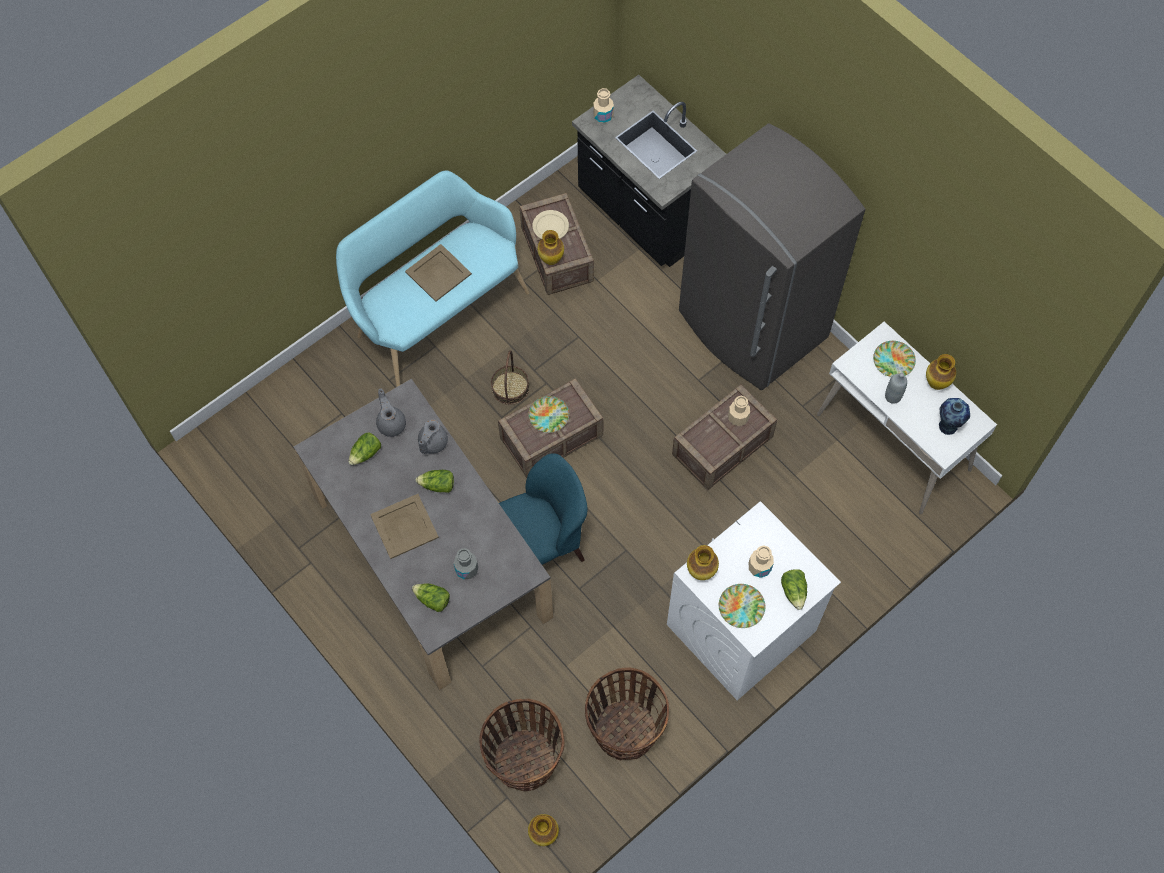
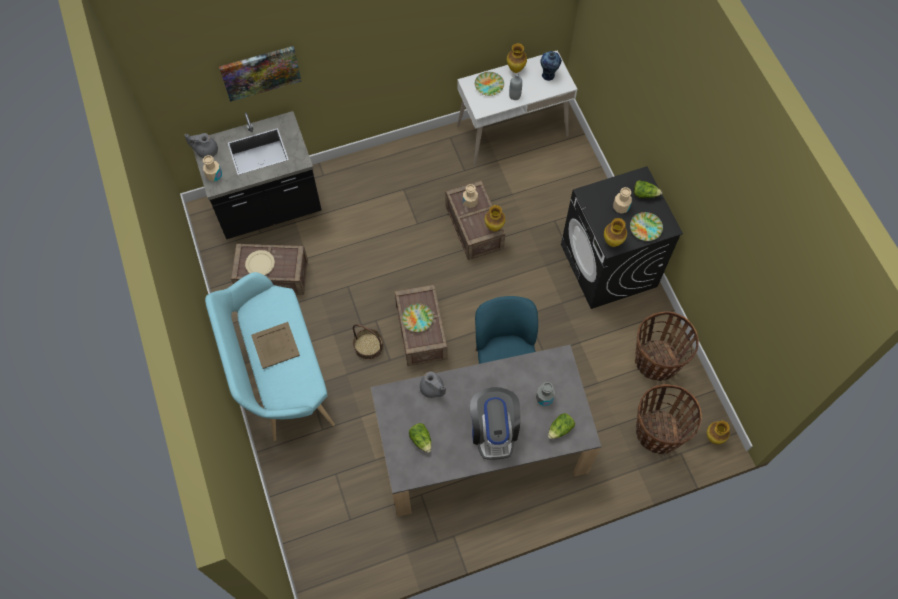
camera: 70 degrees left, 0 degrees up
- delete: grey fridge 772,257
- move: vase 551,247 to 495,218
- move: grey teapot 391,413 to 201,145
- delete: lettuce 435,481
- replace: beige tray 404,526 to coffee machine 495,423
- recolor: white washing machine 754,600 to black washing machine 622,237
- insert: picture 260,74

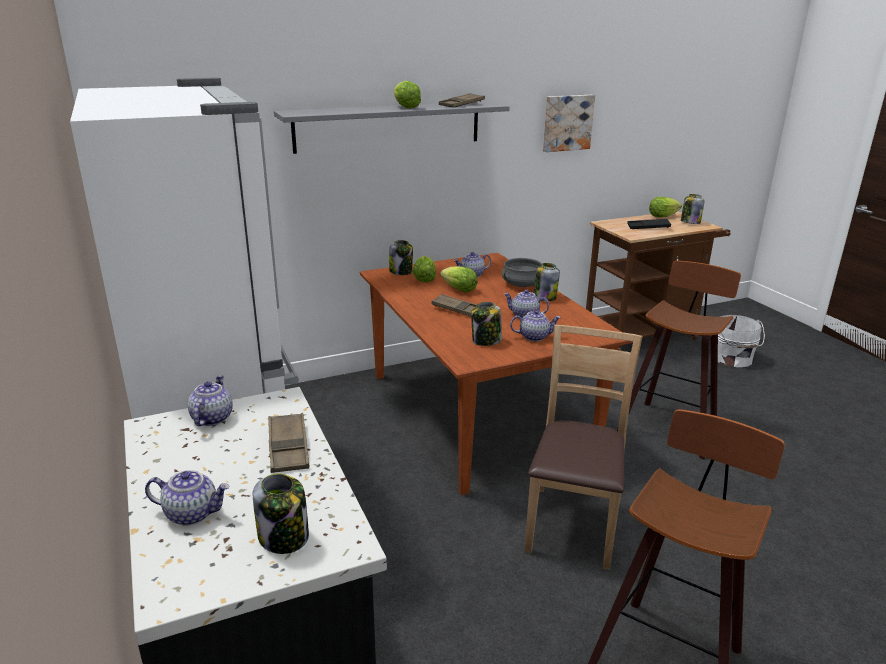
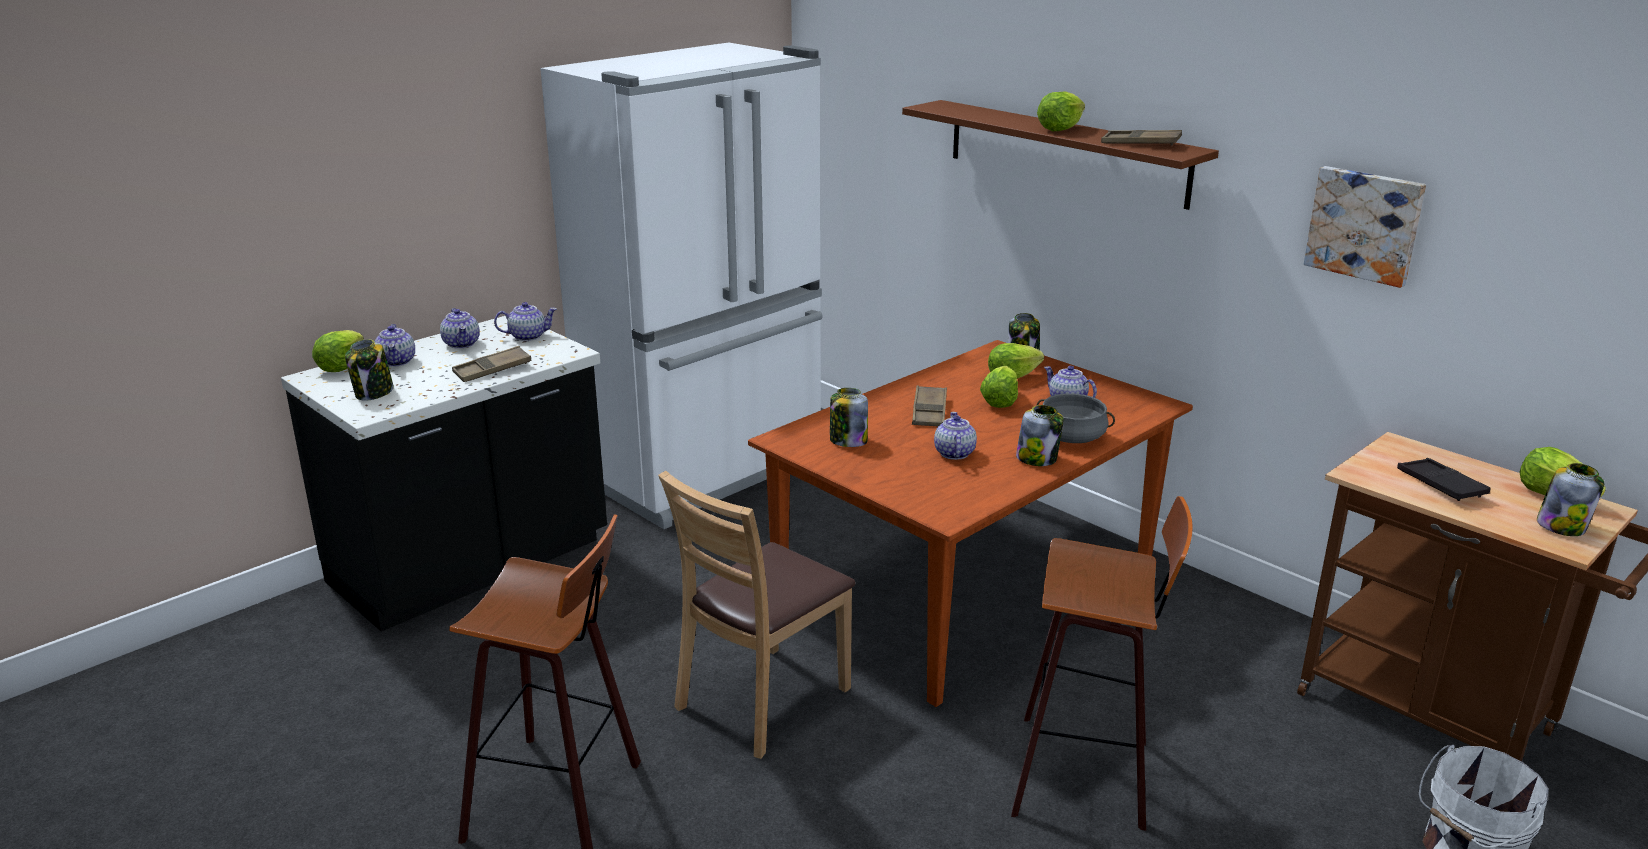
camera: 70 degrees right, 0 degrees up
- recolor: grey shelf 392,127 to brown shelf 1060,155
- move: teapot 535,326 to 460,328
- rotate: brown chair 583,447 = 757,615 135 degrees clockwise
- insert: lettuce 338,351

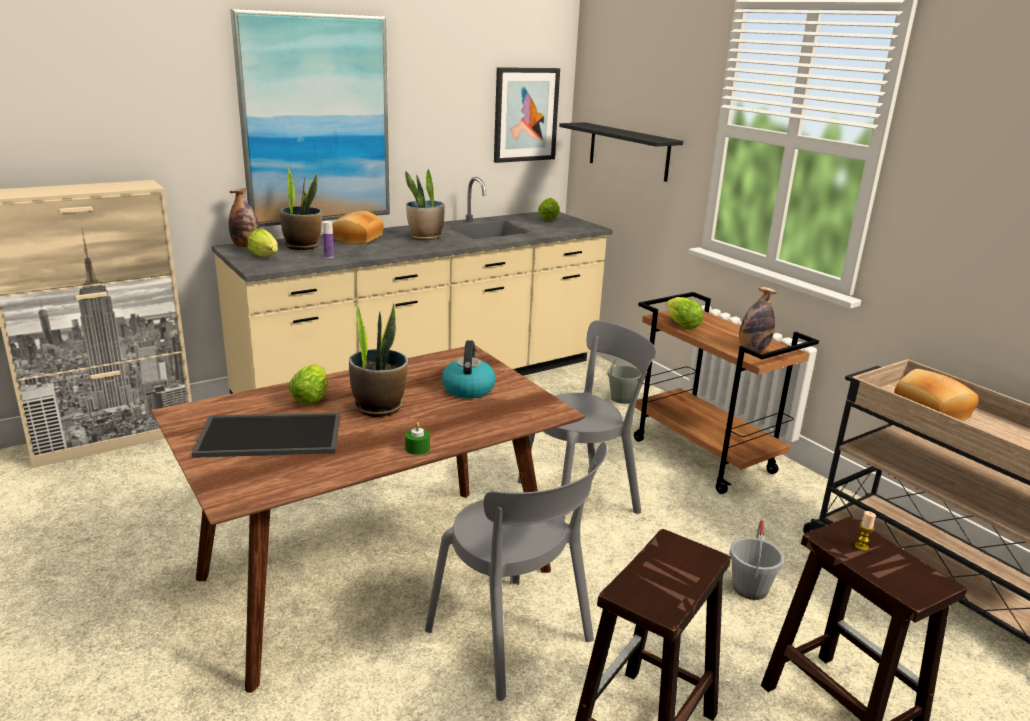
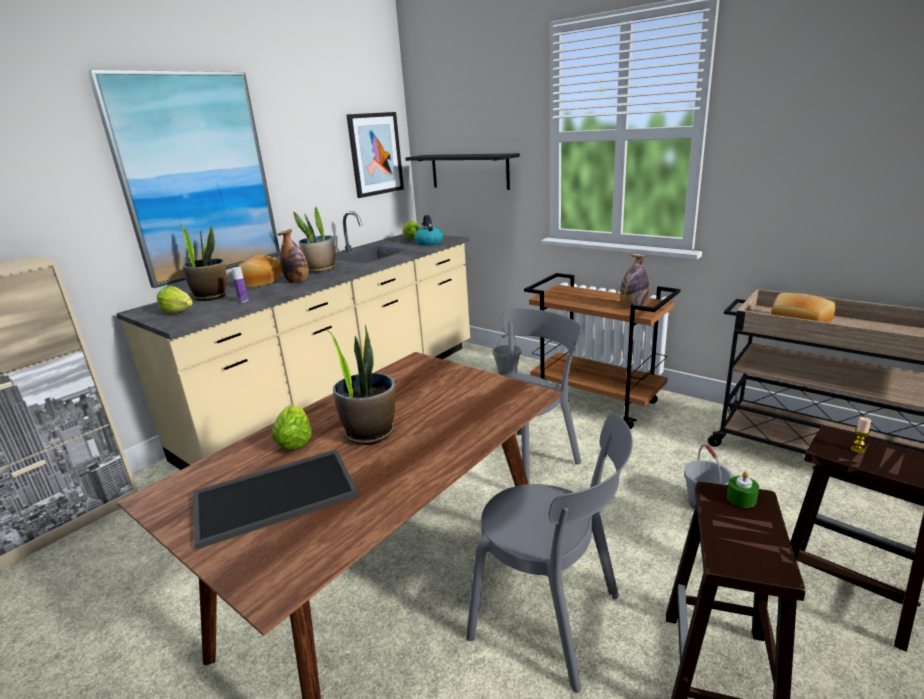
camera: 15 degrees left, 0 degrees up
- move: bottle 244,218 to 293,256
- delete: lettuce 684,313
- move: kettle 469,369 to 428,230
- move: green candle 417,438 to 743,489

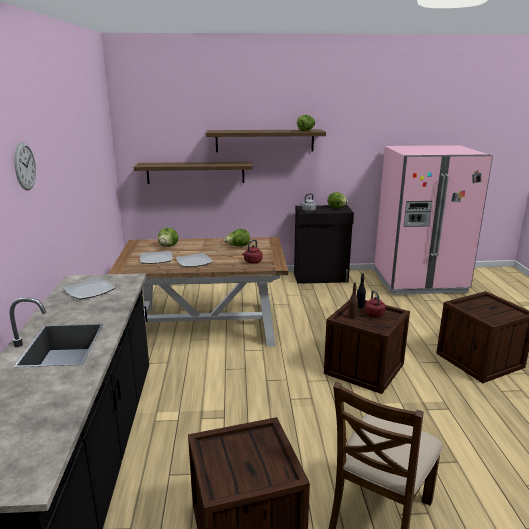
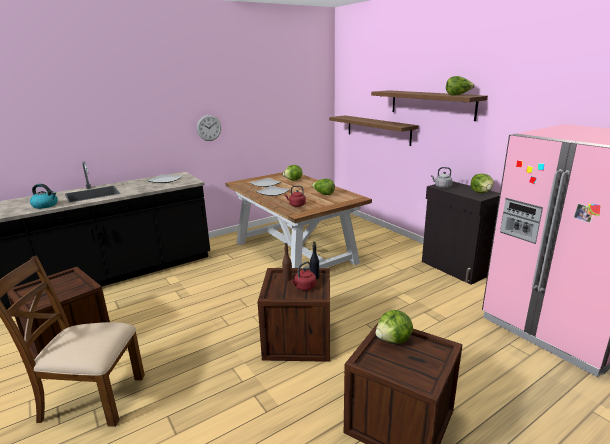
camera: 60 degrees right, 0 degrees up
- move: wall clock 25,166 to 209,128
- insert: kettle 44,196
- insert: lettuce 394,326

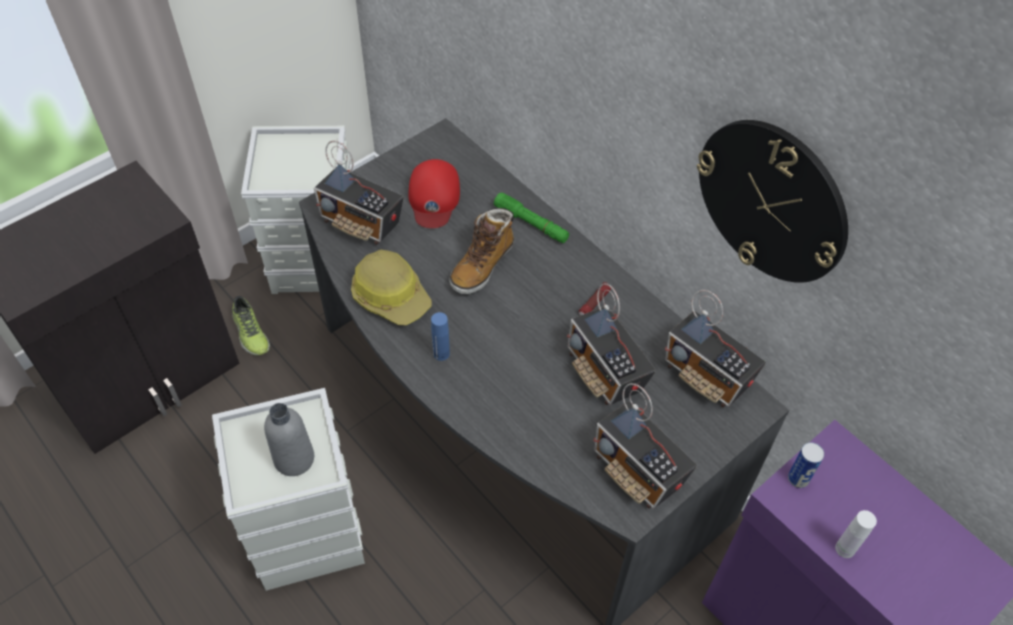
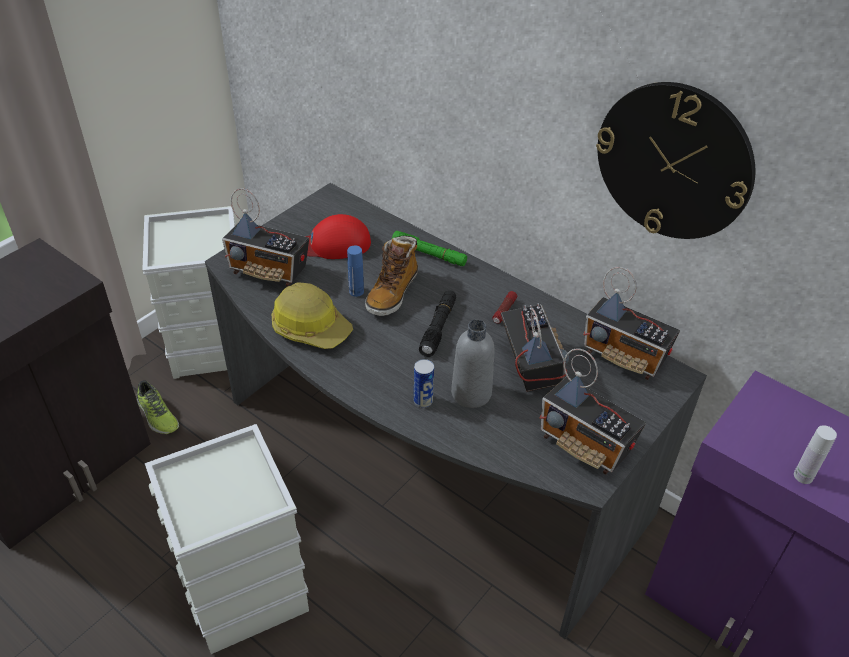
camera: 10 degrees left, 10 degrees down
- rotate: red cap 434,193 = 338,236 90 degrees clockwise
- rotate: radio 611,344 = 535,347 150 degrees counterclockwise
- move: blue bottle 440,336 to 355,271
- move: grey bottle 289,439 to 472,364
- move: can 806,465 to 424,383
- insert: black flashlight 437,323

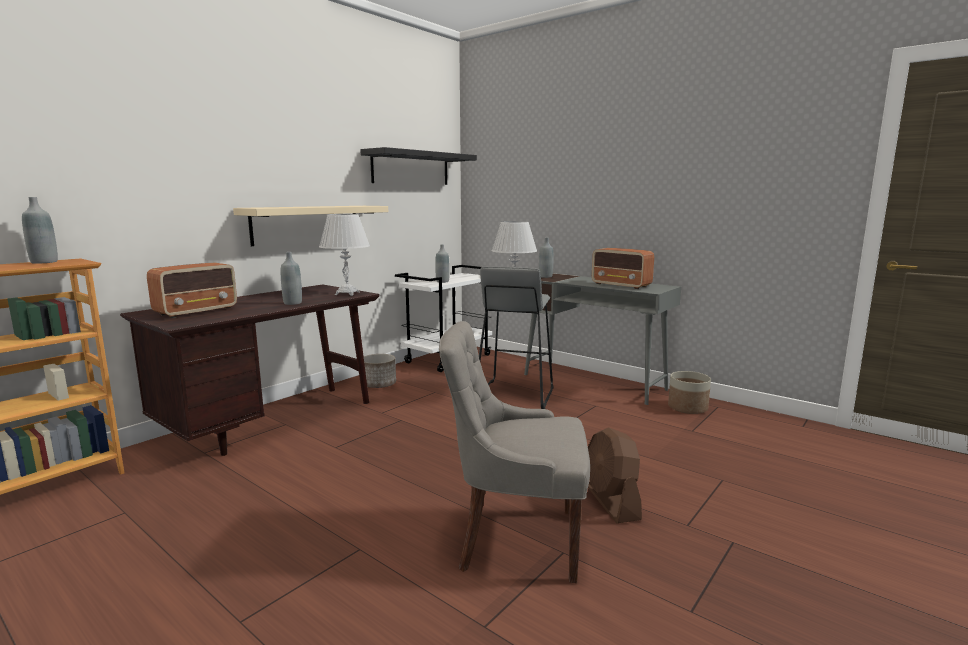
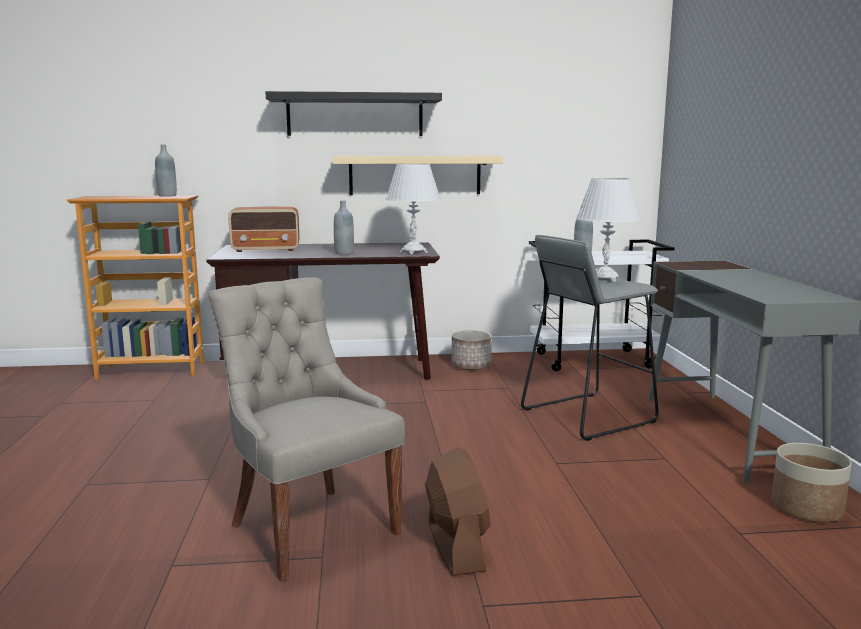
camera: 45 degrees right, 0 degrees up
- move: black shelf 418,166 to 354,113
- delete: grey bottle 546,257
- delete: radio 623,268
- rotate: brown fan 615,475 = 458,511 135 degrees clockwise

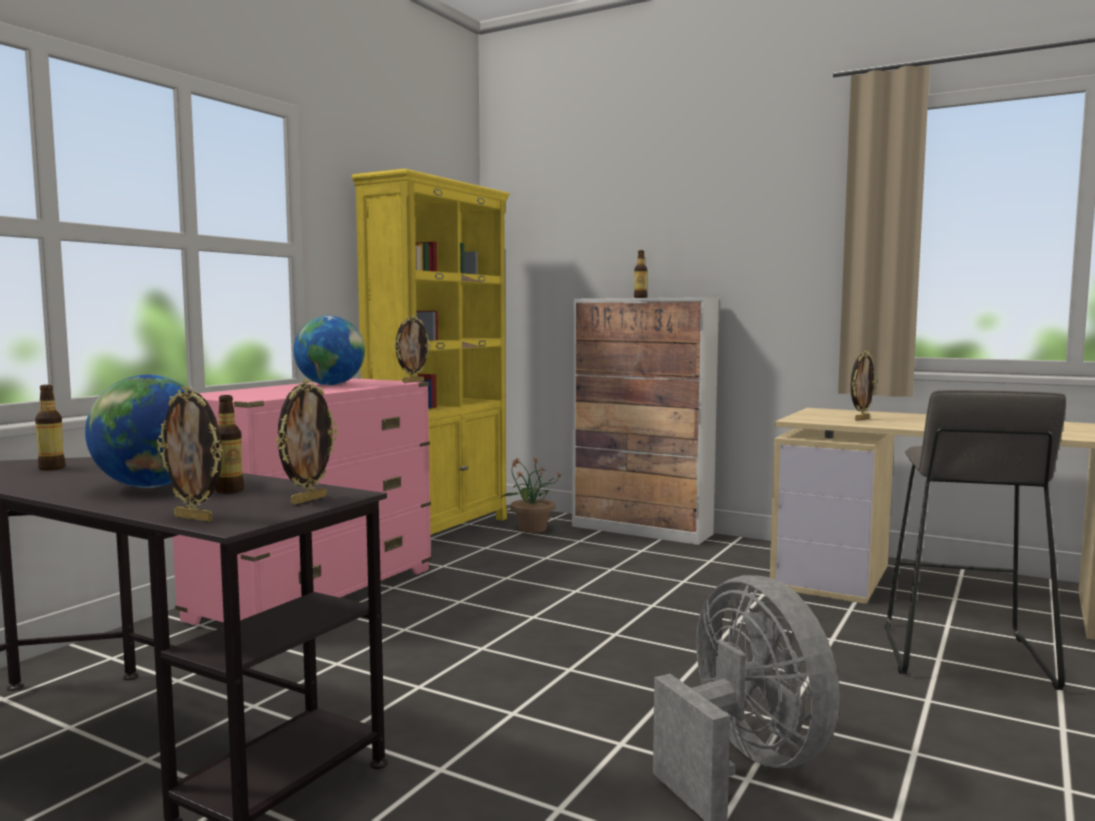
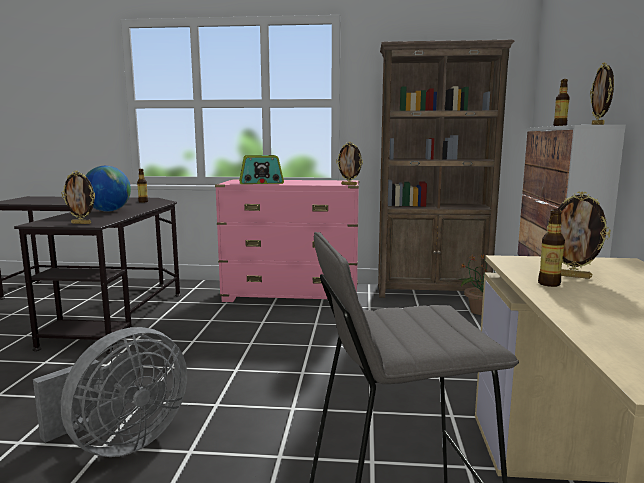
camera: 65 degrees right, 5 degrees up
- recolor: yellow bookcase 431,352 to brown bookcase 446,169
- delete: globe 329,350
- move: picture frame 190,454 to 602,93
- move: bottle 229,444 to 551,248
- insert: radio 261,169

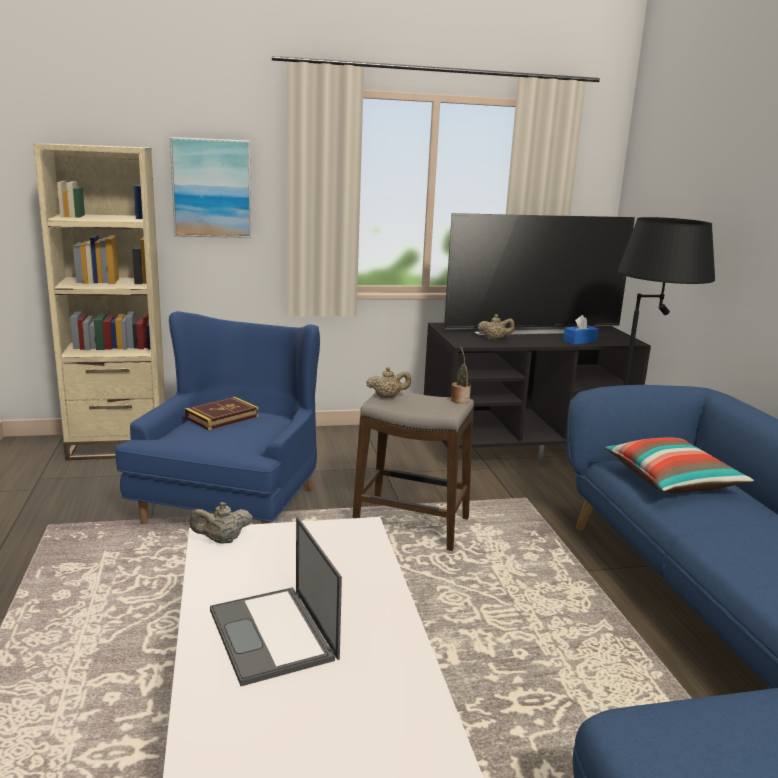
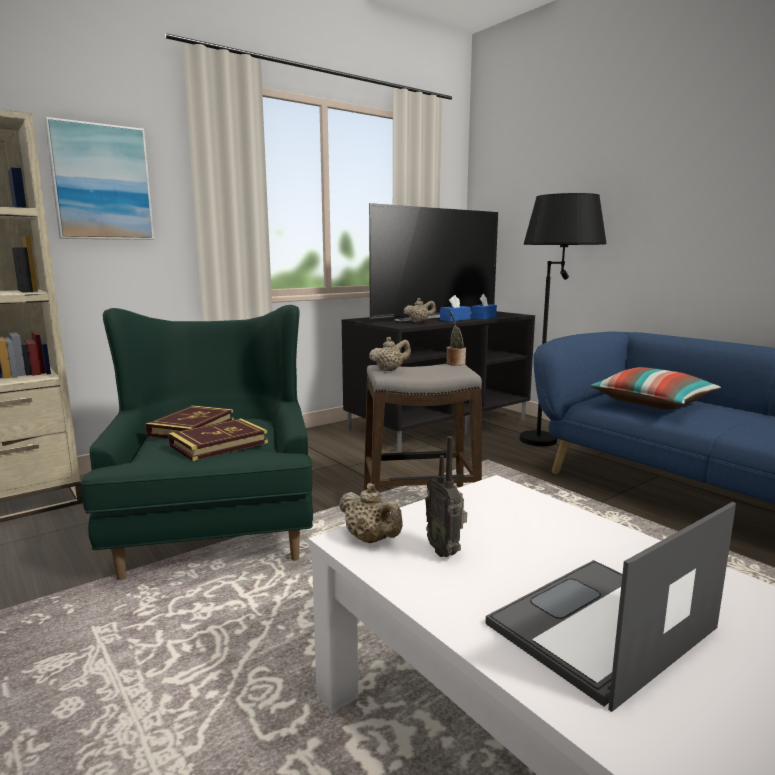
camera: 25 degrees left, 5 degrees down
- recolor: blue armchair 217,417 to green armchair 196,442
- rotate: beige teapot 221,522 = 371,513 90 degrees counterclockwise
- rotate: laptop 276,601 = 610,607 105 degrees clockwise
- insert: blue tissue box 455,308
- insert: book 218,439
- insert: radio 446,496

